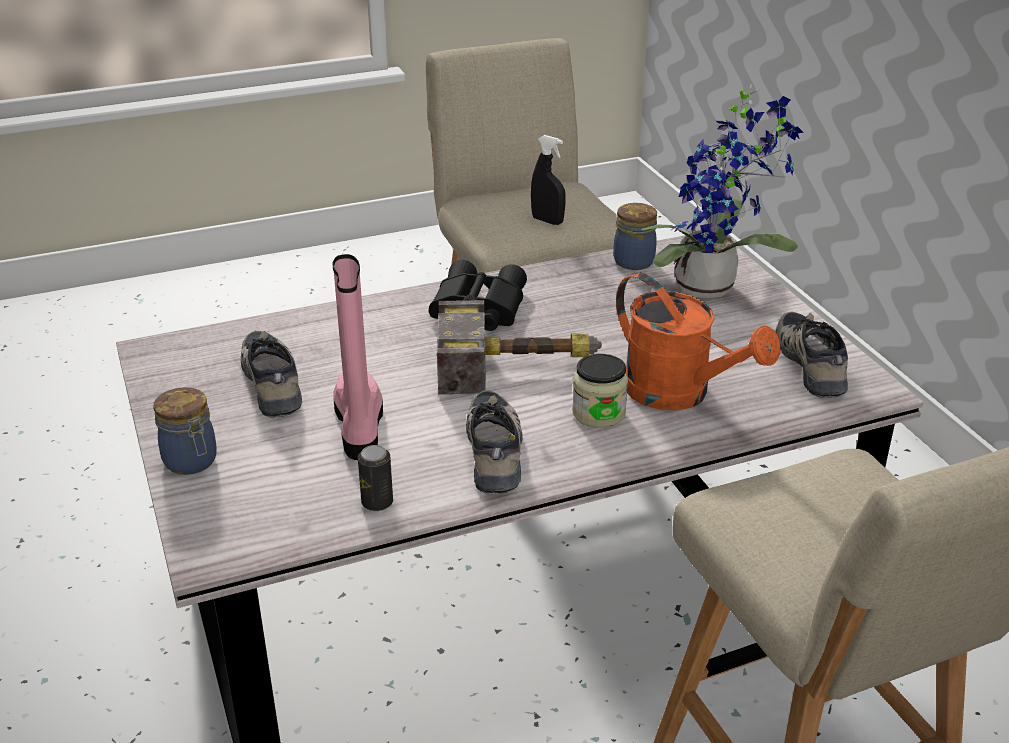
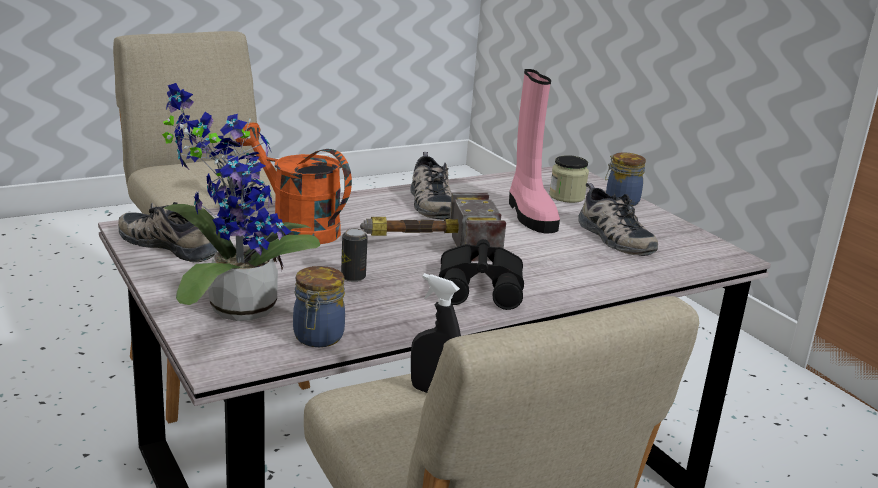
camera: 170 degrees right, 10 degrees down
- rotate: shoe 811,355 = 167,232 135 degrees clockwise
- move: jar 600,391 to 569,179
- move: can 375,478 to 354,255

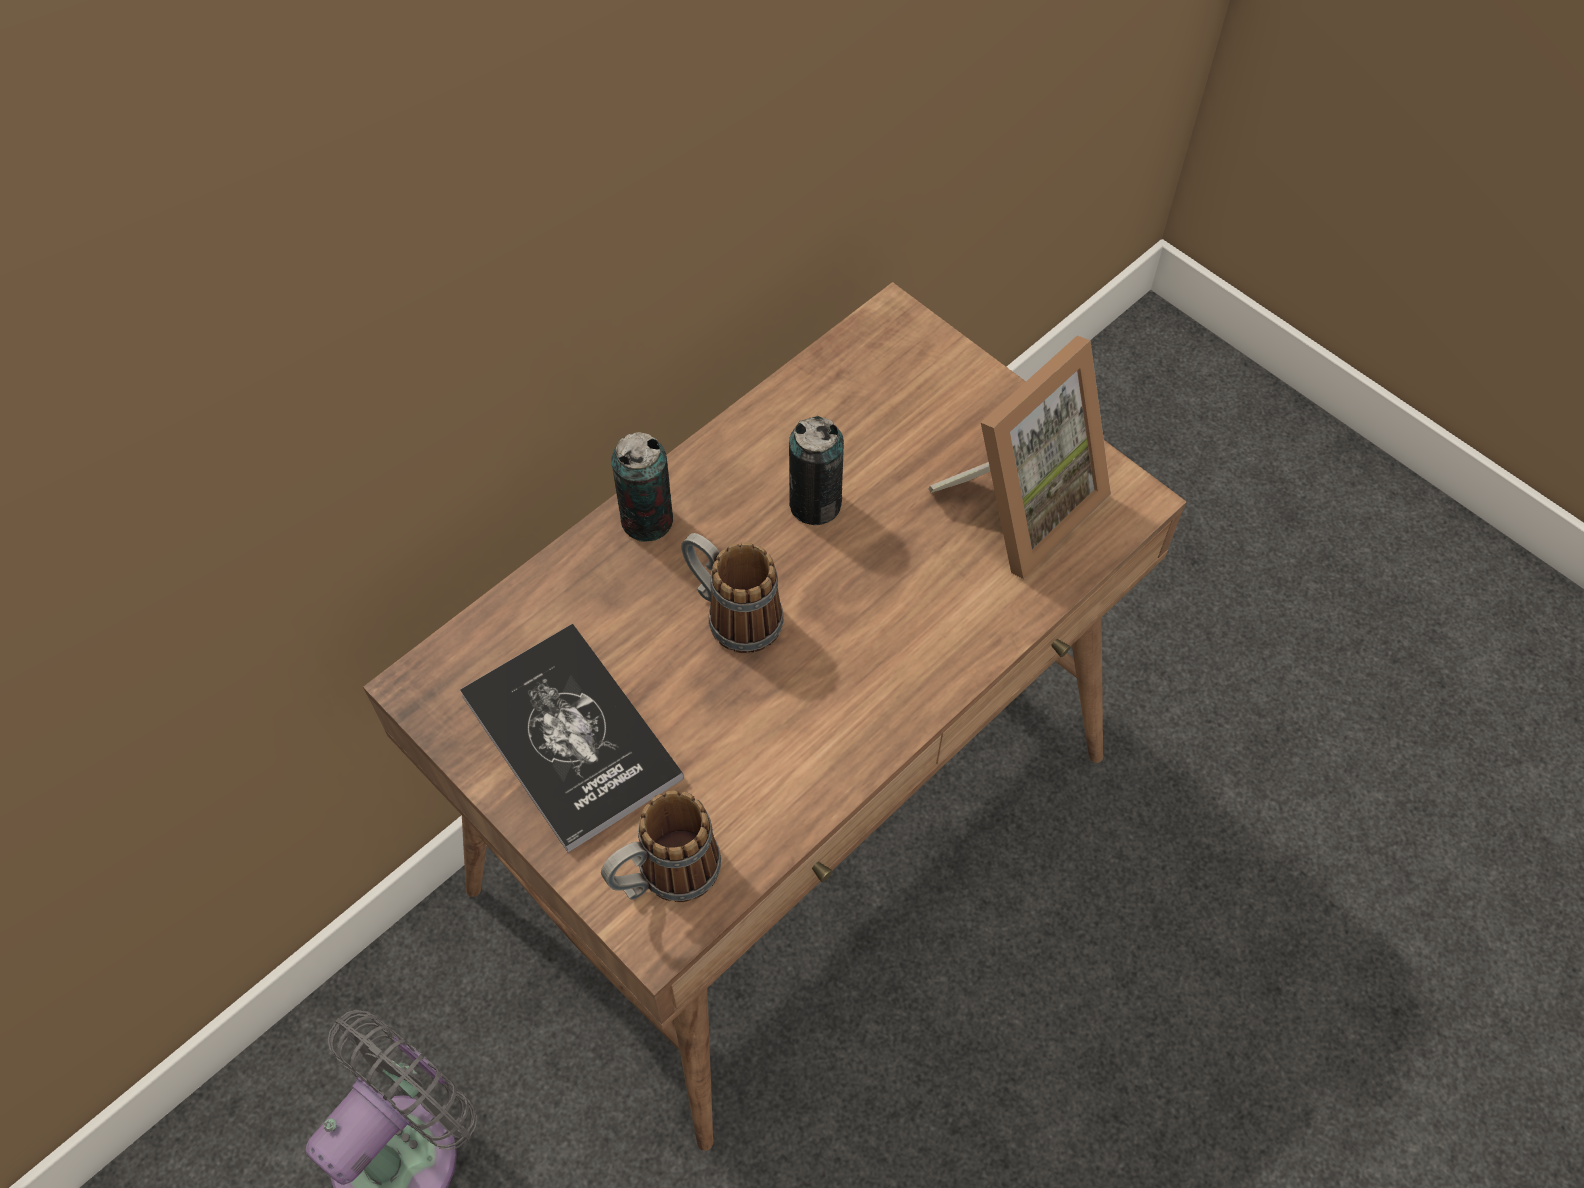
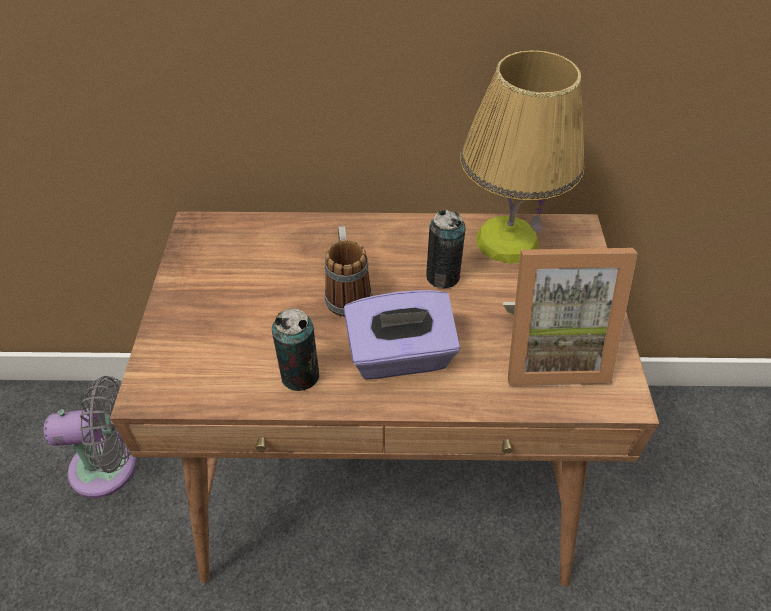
camera: 45 degrees right, 10 degrees down
- move: can 642,487 to 295,349
- delete: book 572,738
- delete: mug 661,846
- insert: table lamp 522,157
- insert: purple tissue box 402,334

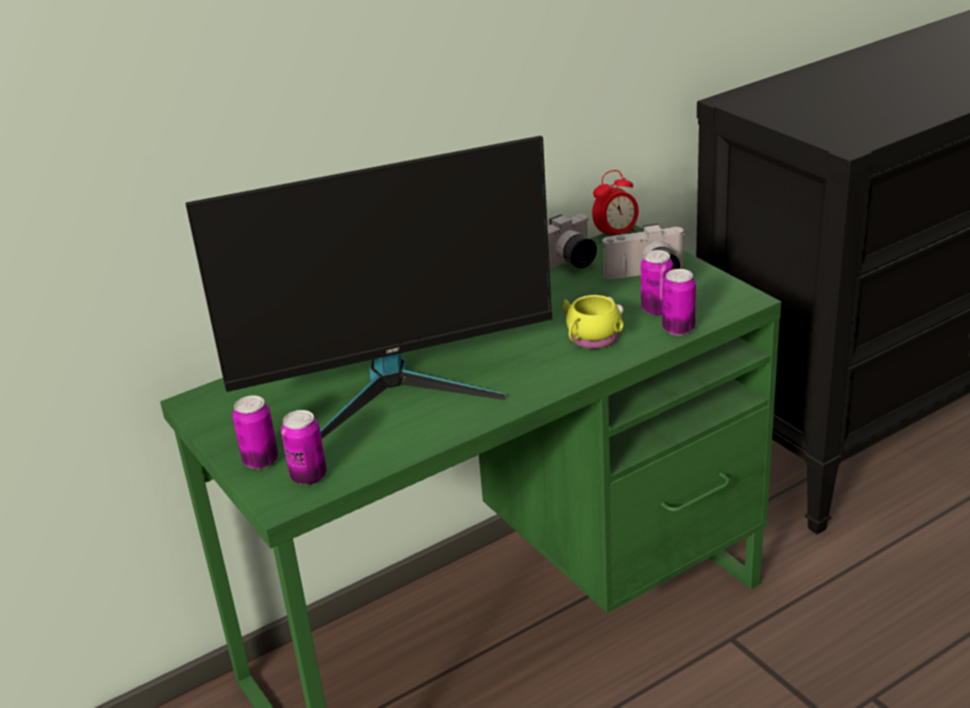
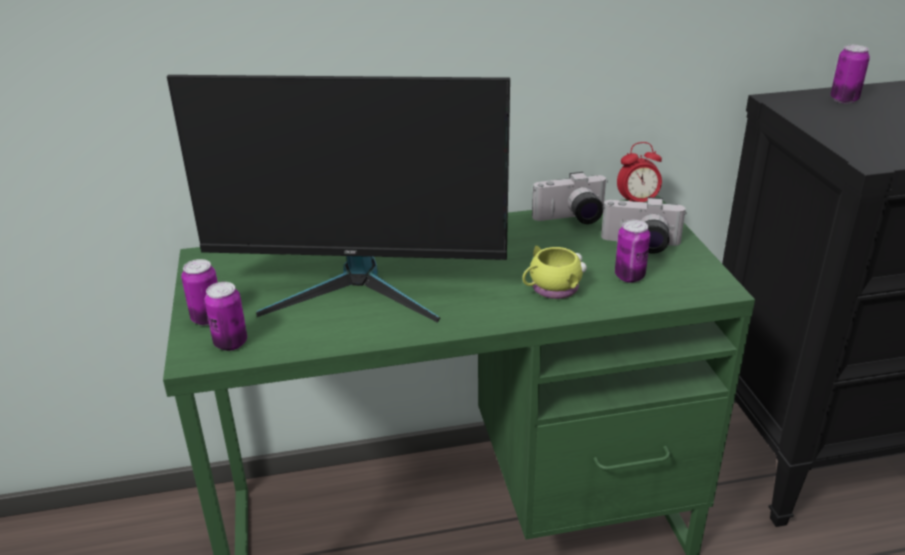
camera: 20 degrees right, 0 degrees up
- move: can 679,302 to 850,74

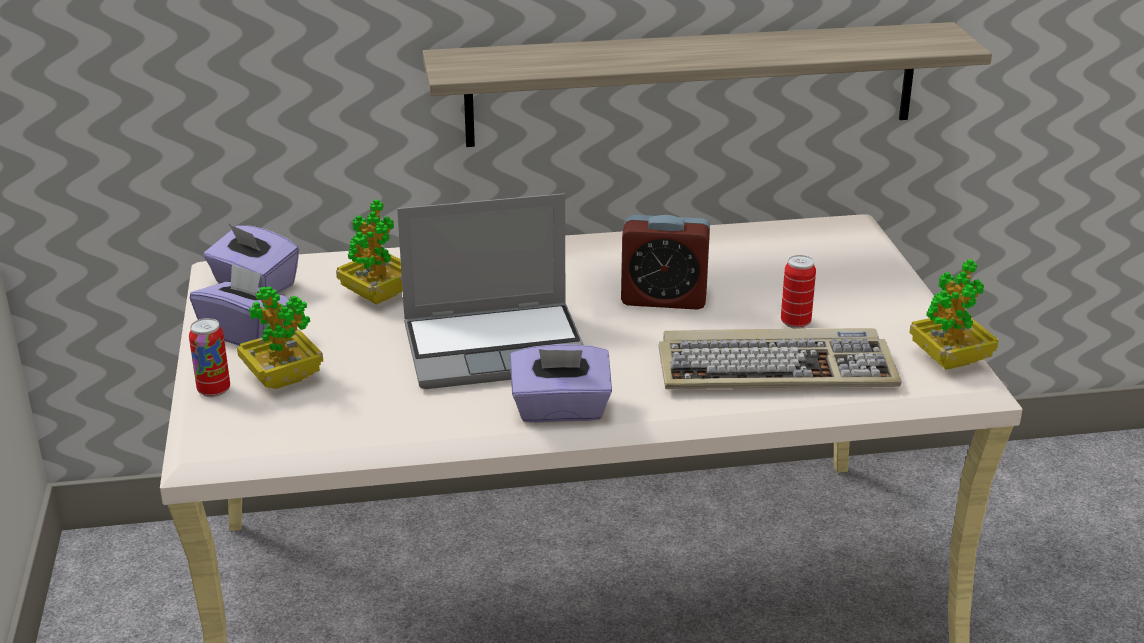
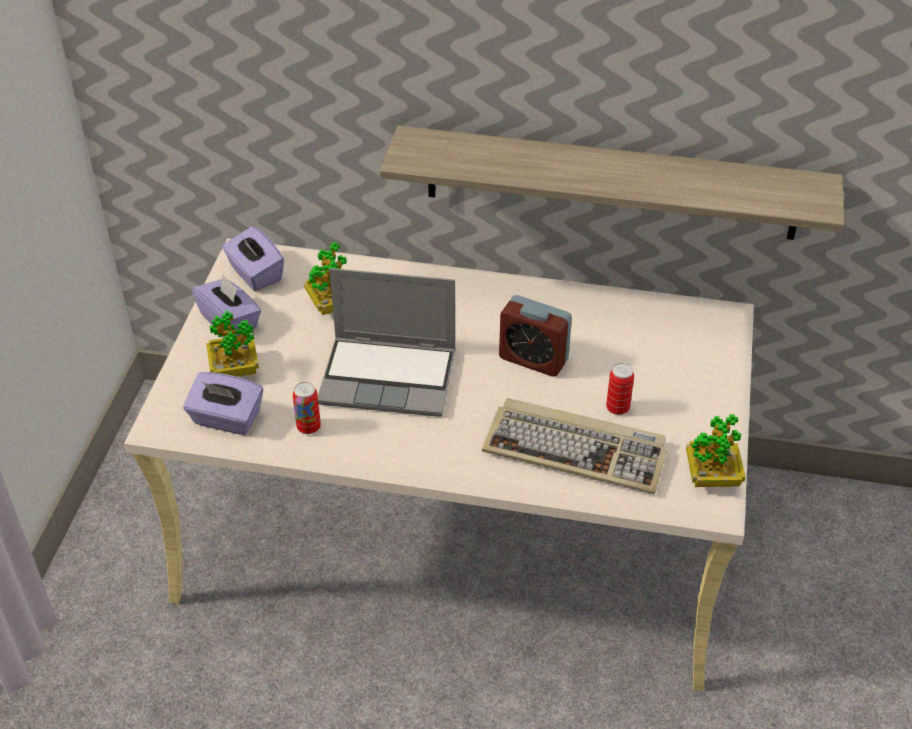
camera: 20 degrees right, 15 degrees up
- move: can 209,357 to 307,408
- move: purple tissue box 561,383 to 223,403

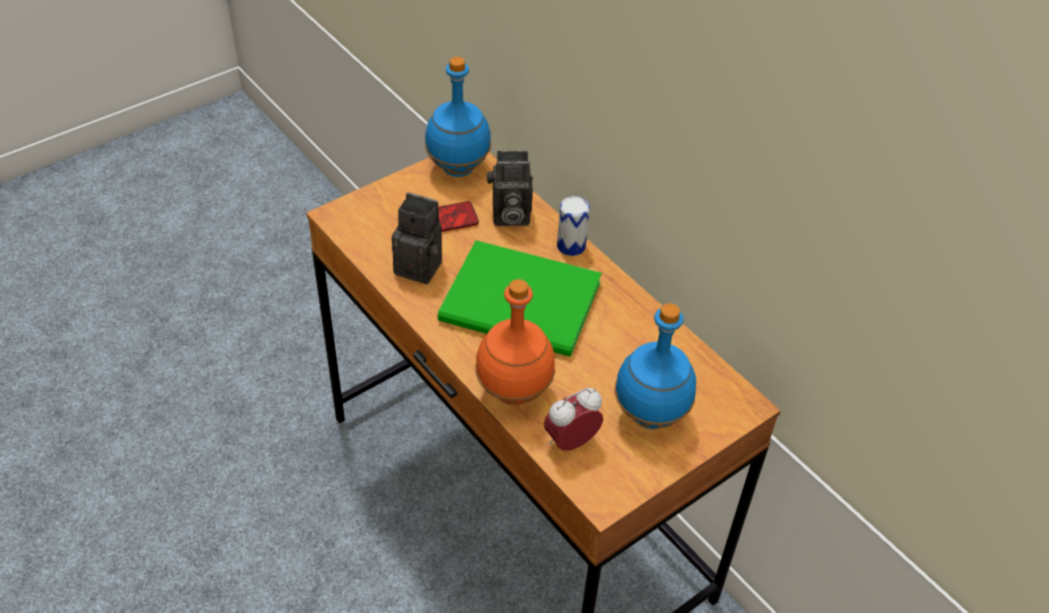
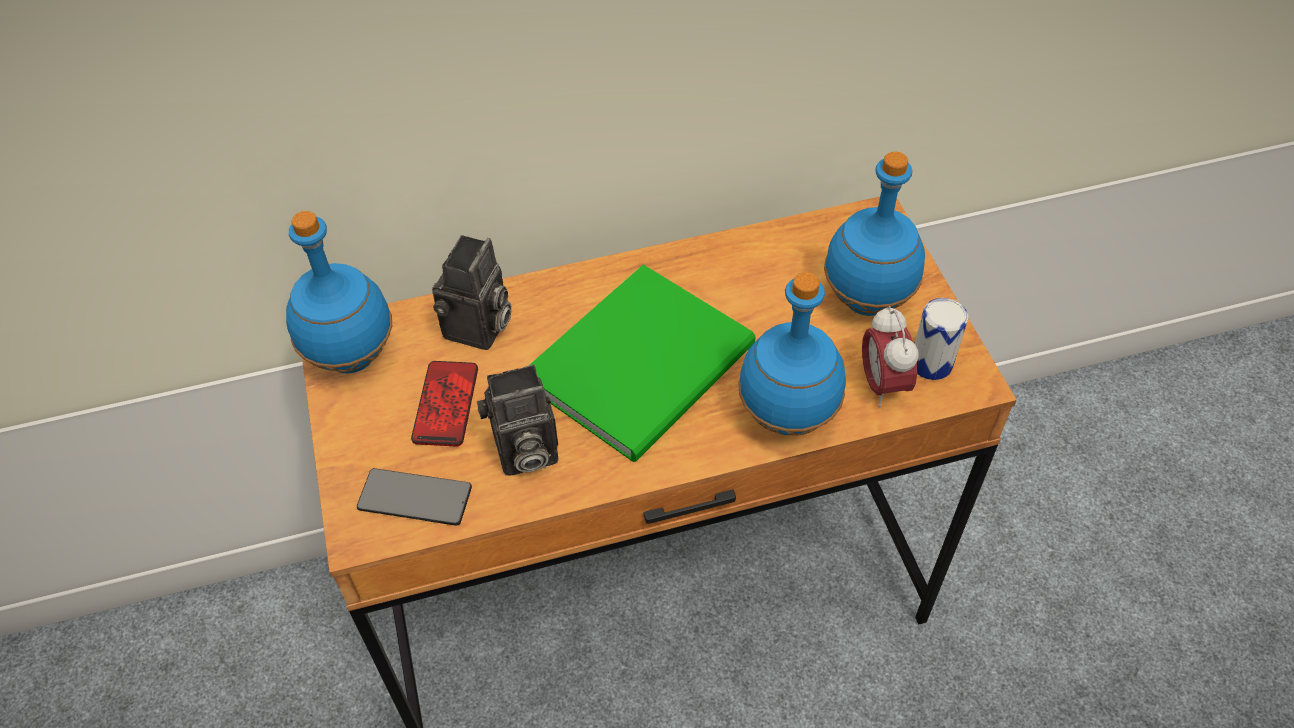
camera: 65 degrees left, 5 degrees up
- rotate: photo camera 417,238 = 517,420 150 degrees counterclockwise
- move: can 573,226 to 941,339
- recolor: orange bottle 515,342 to blue bottle 792,354
- insert: phone 414,497

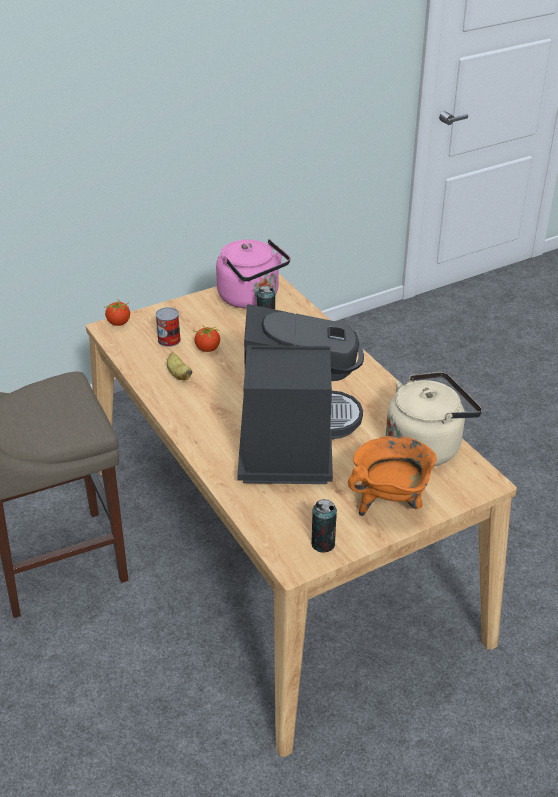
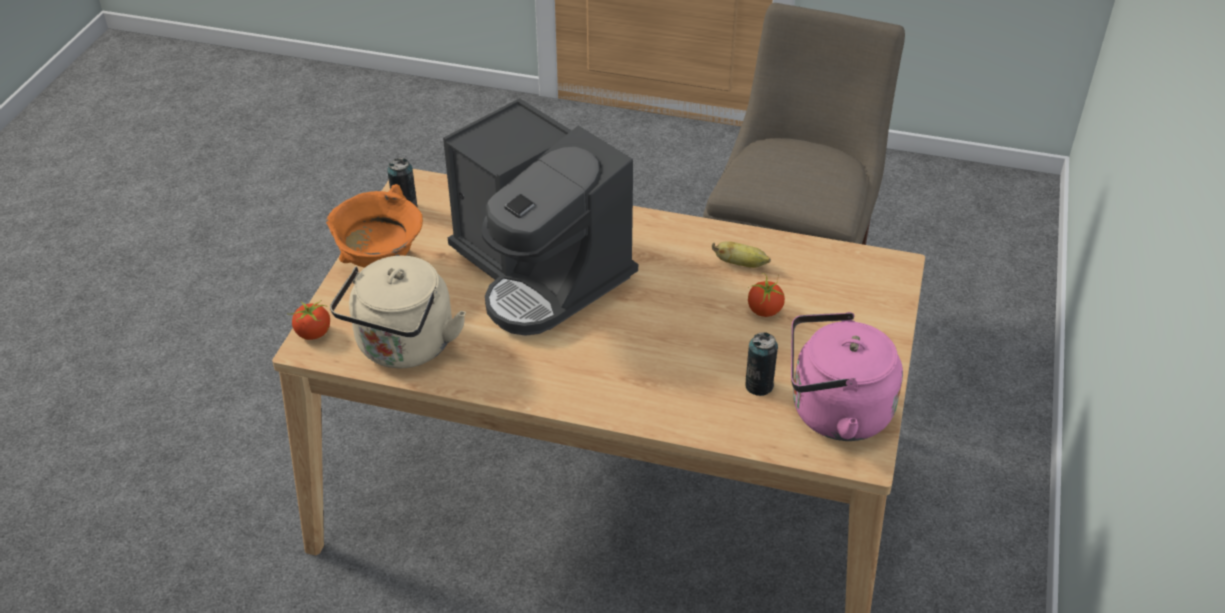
camera: 135 degrees right, 5 degrees up
- move: tomato 117,313 to 308,320
- delete: can 168,327

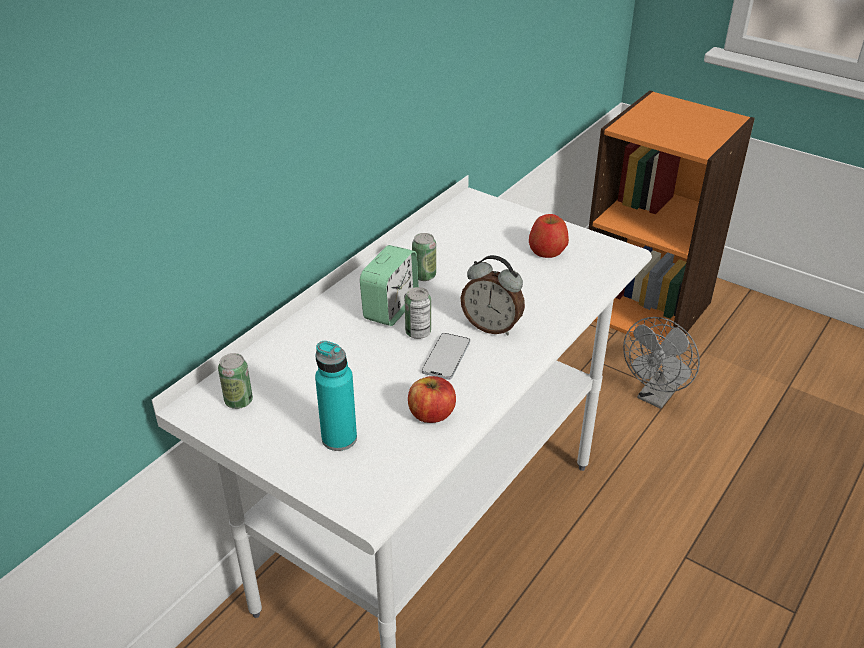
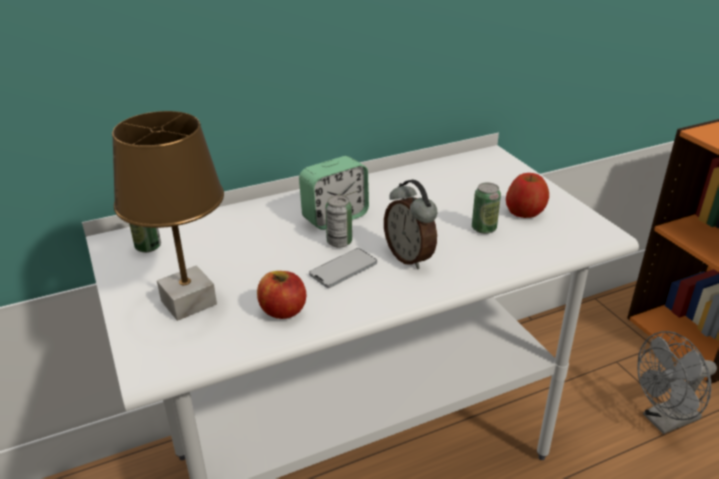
camera: 30 degrees right, 5 degrees down
- move: can 424,257 to 486,208
- replace: turquoise bottle 336,396 to brown table lamp 168,216

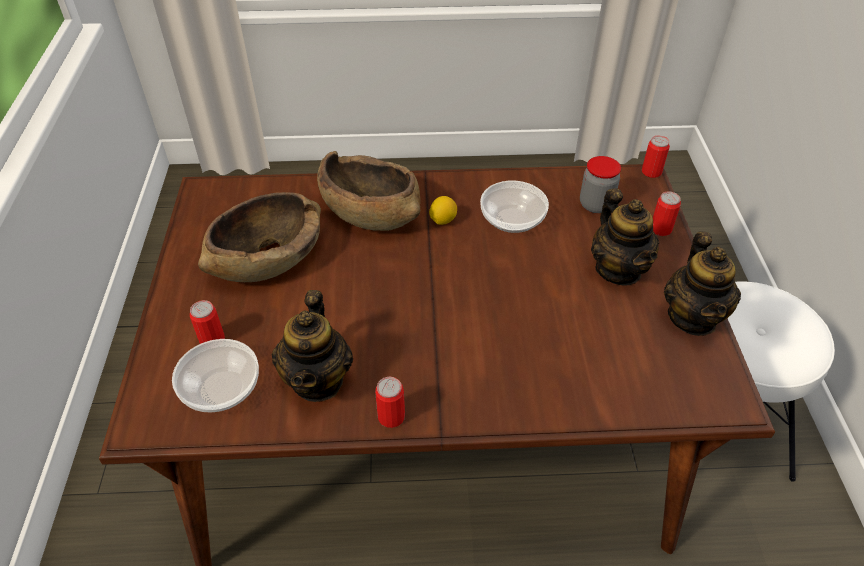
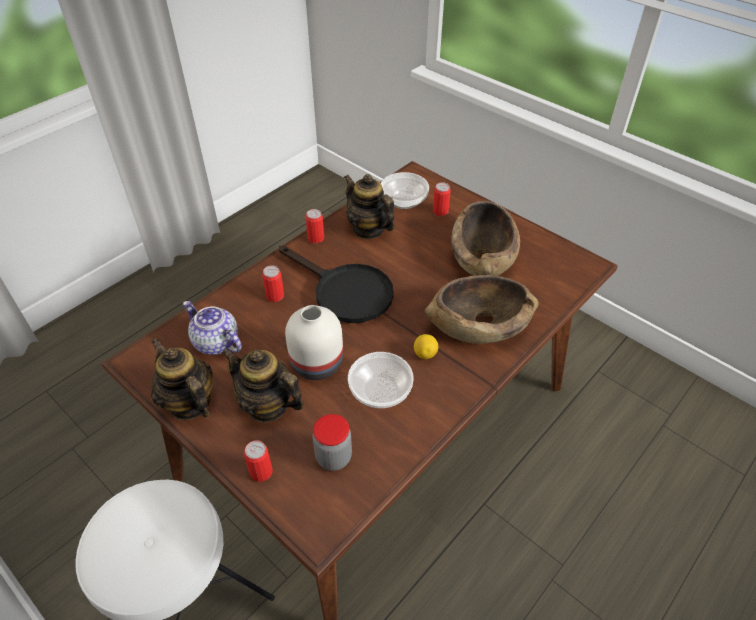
camera: 135 degrees right, 0 degrees up
- move: can 656,157 to 273,284
- insert: black frying pan 336,284
- insert: teapot 212,328
- insert: white vase 314,342

